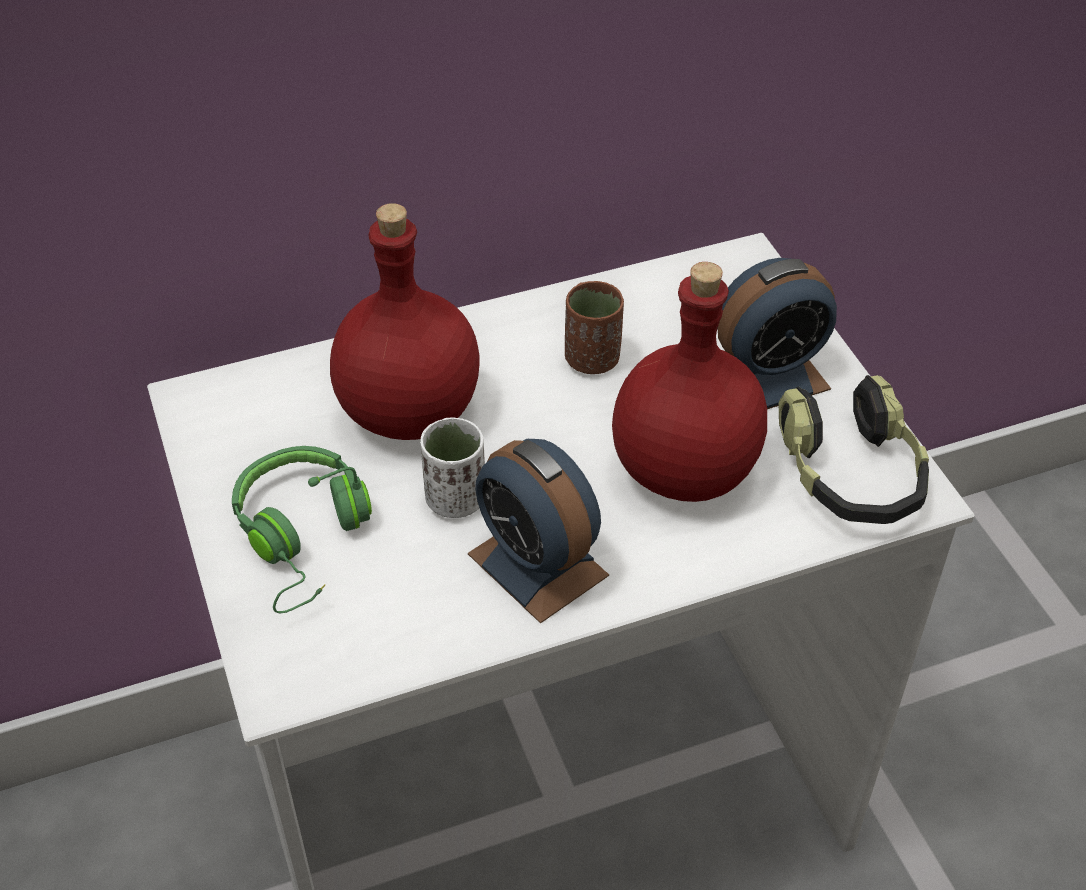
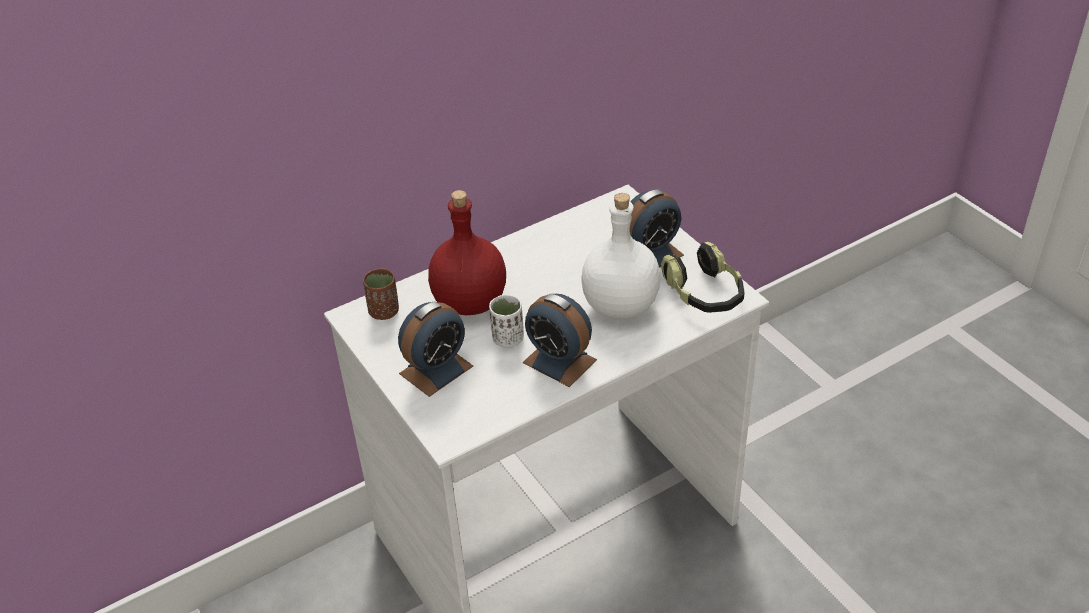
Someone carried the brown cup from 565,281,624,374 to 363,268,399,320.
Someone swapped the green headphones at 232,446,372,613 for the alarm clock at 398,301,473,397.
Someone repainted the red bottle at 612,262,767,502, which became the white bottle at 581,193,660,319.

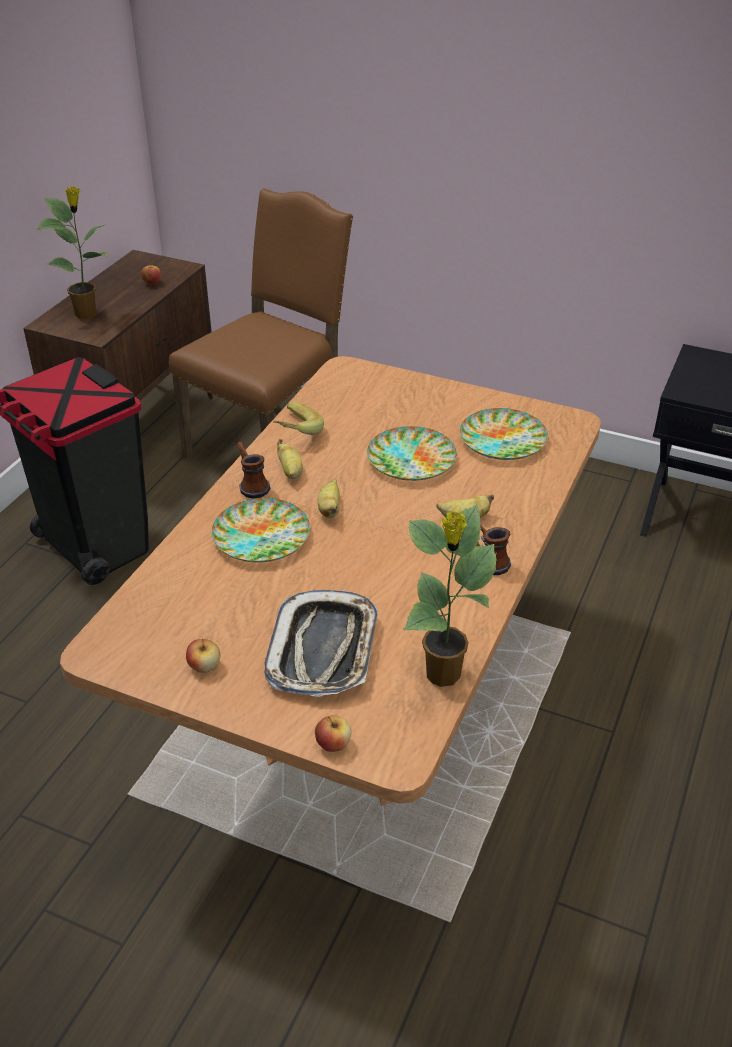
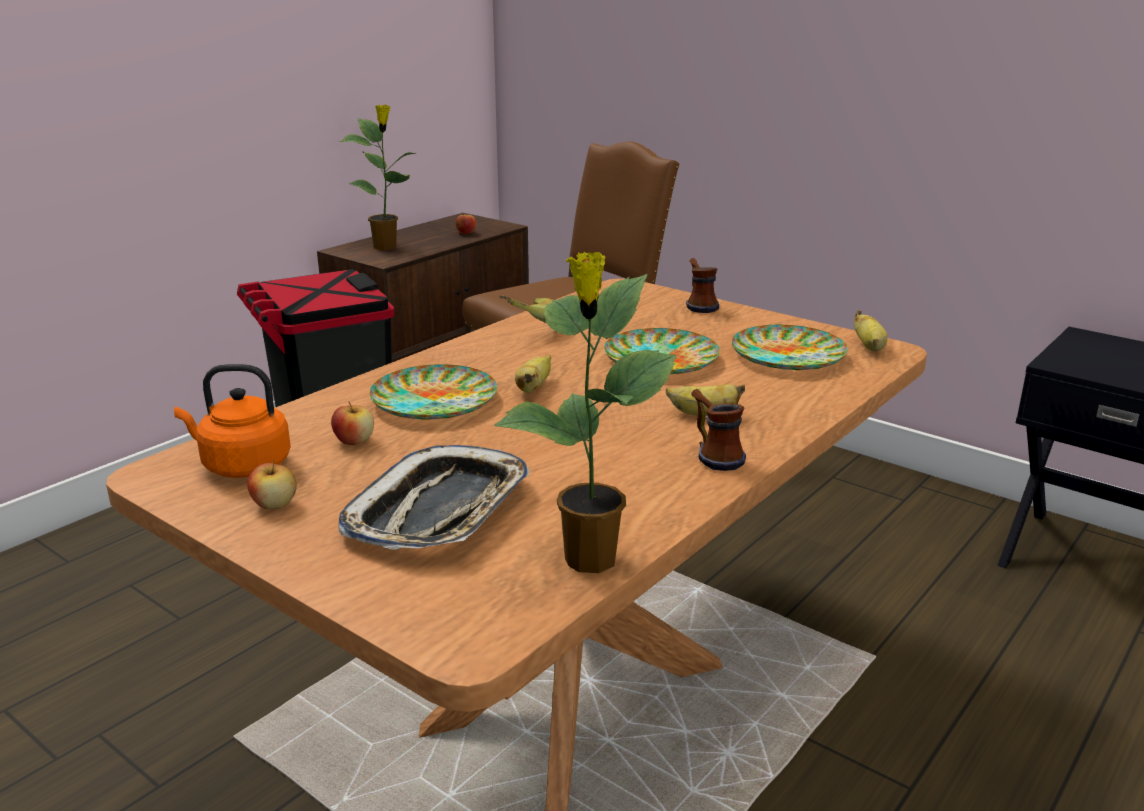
Someone put down the orange kettle at 174,364,291,478.
Someone carried the mug from 237,441,270,498 to 686,258,719,313.
Someone carried the banana from 277,439,303,479 to 854,310,888,352.
Someone carried the apple from 315,715,351,752 to 331,402,374,445.

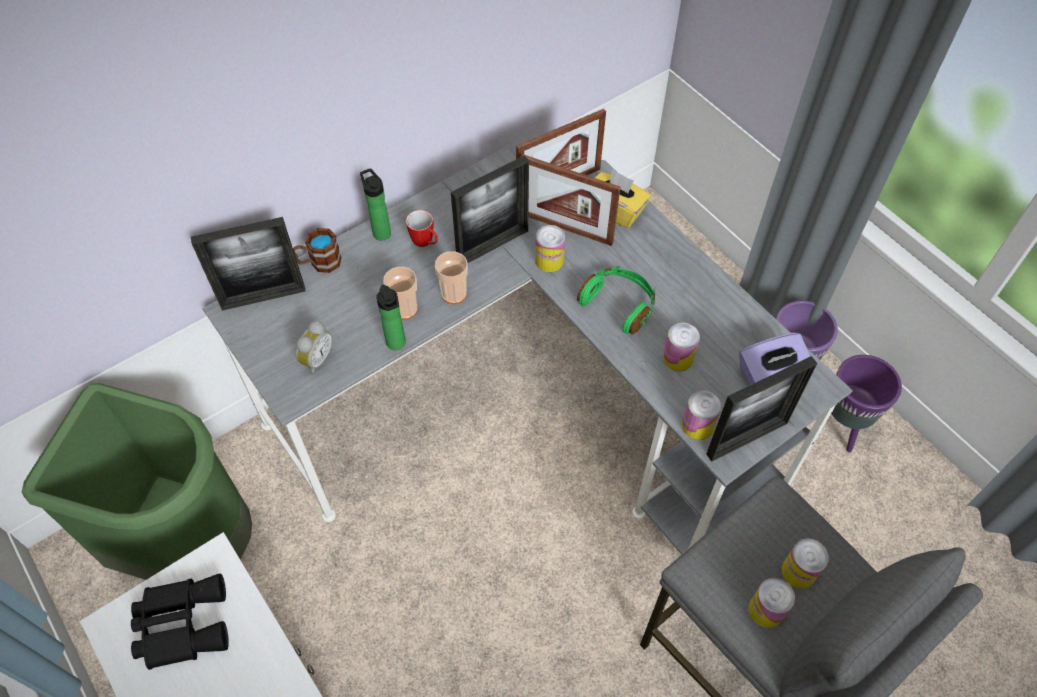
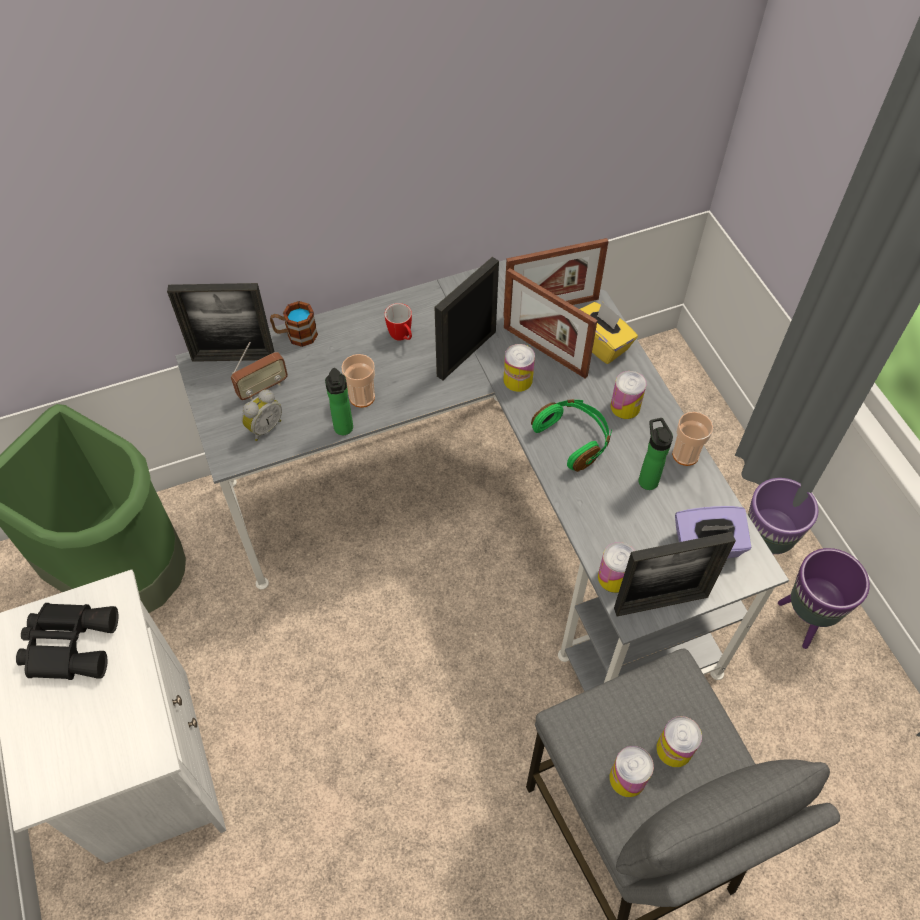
Someone put down the radio at 231,342,288,400.
Someone carried the bottle from 360,168,391,241 to 638,418,673,490.
Someone carried the cup from 435,251,468,304 to 672,412,713,466.
Someone carried the can from 663,323,700,371 to 611,371,646,419.
Someone rotated the picture frame at 451,156,529,263 by 150 degrees clockwise.

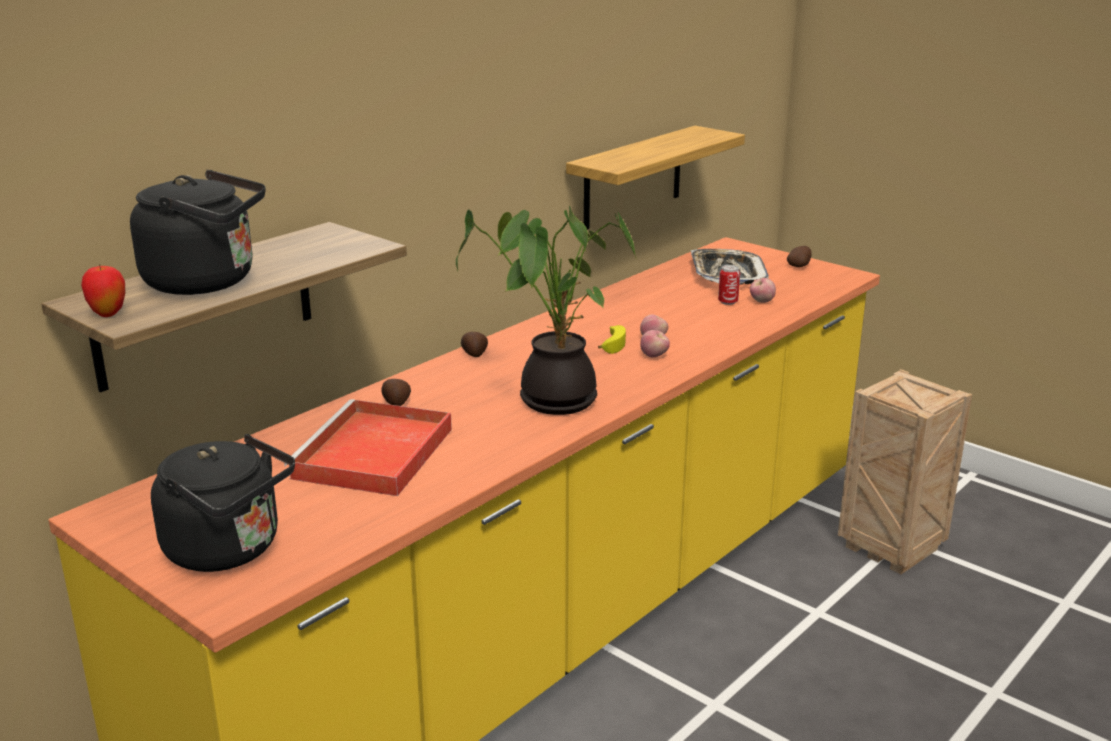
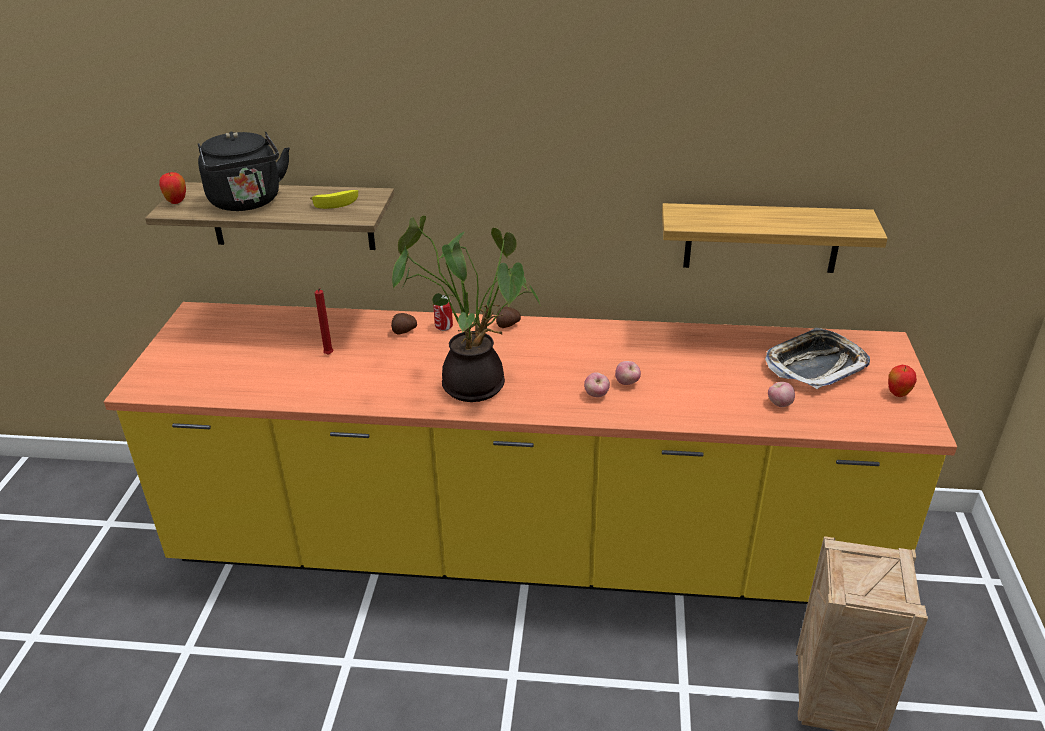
Someone took away the black kettle at 151,434,295,572.
Someone carried the banana from 598,325,626,354 to 310,190,358,209.
Someone carried the can from 718,265,740,305 to 433,295,453,331.
Someone swapped the red tray at 284,399,452,496 for the red candle at 315,288,333,355.
Someone swapped the potato at 787,246,812,267 for the apple at 888,365,917,397.

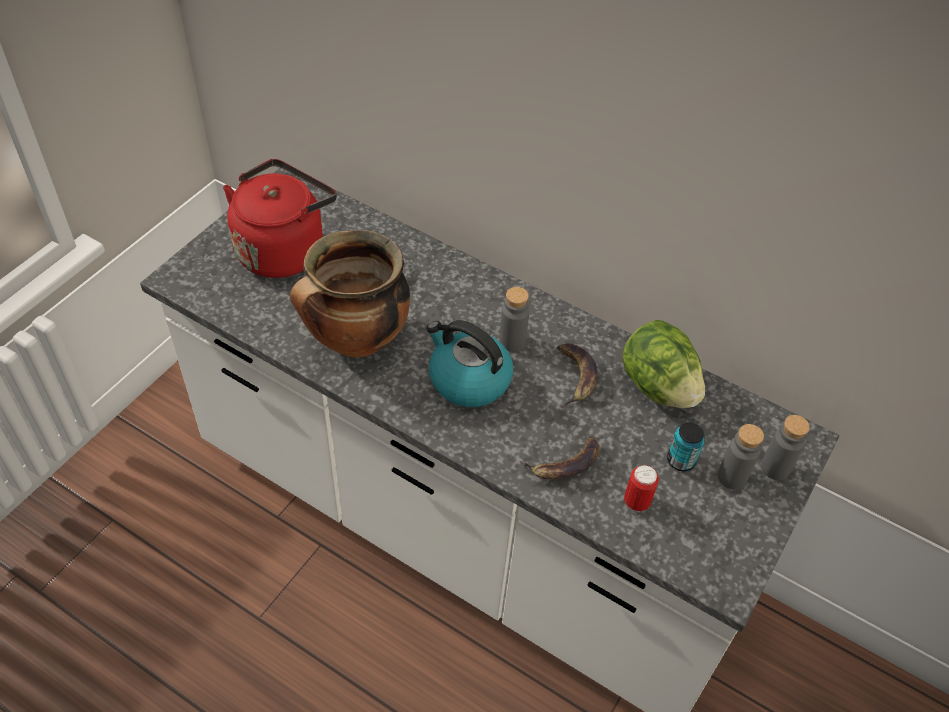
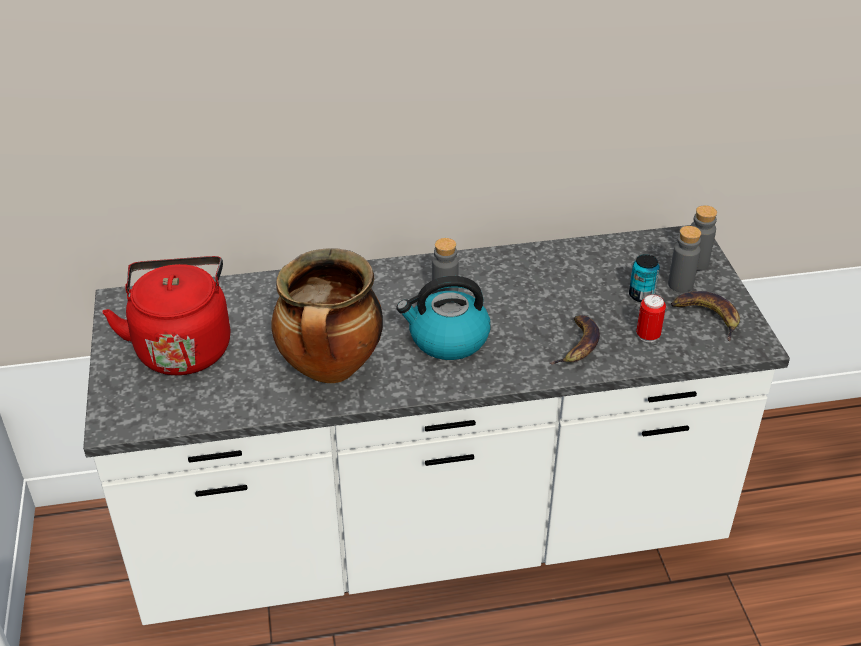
Someone took away the lettuce at 623,320,705,408.
Someone carried the banana from 557,343,598,408 to 671,291,740,341.

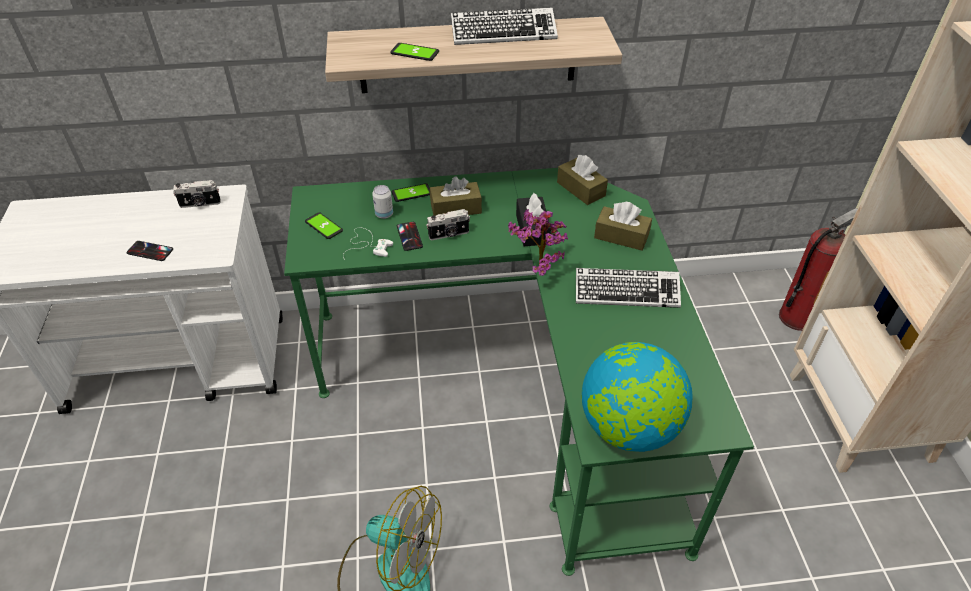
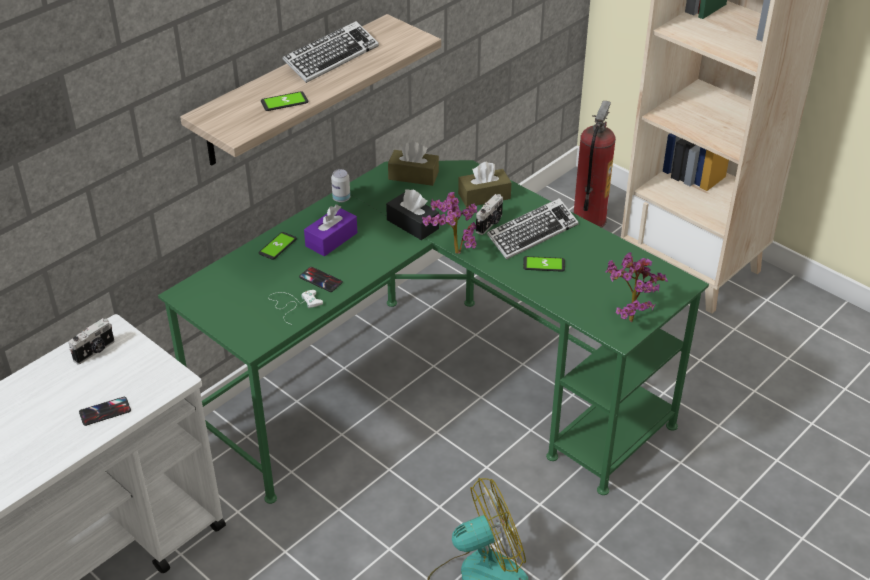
Someone carried the phone from 305,212,343,239 to 523,256,565,272.
Someone carried the can from 372,185,393,219 to 331,169,350,203.
Someone carried the photo camera from 426,209,470,240 to 476,194,503,235.
Someone swapped the globe at 582,342,693,452 for the potted plant at 605,252,668,322.
Someone repainted the brown tissue box at 430,176,482,216, which became the purple tissue box at 304,205,357,256.

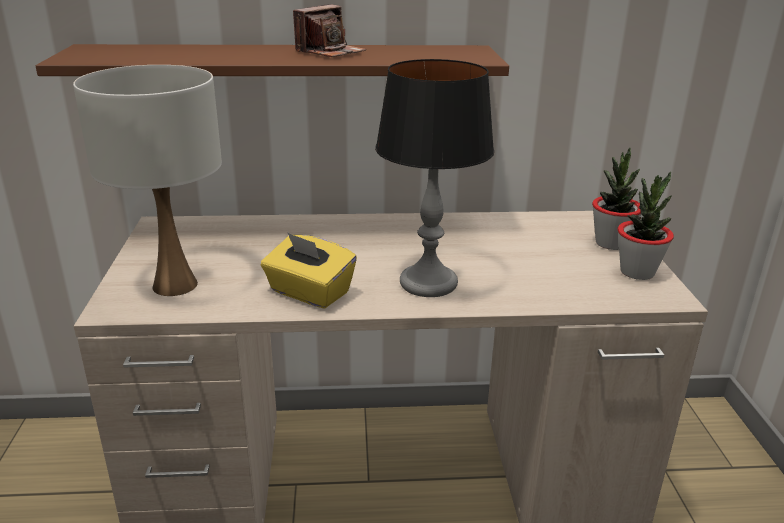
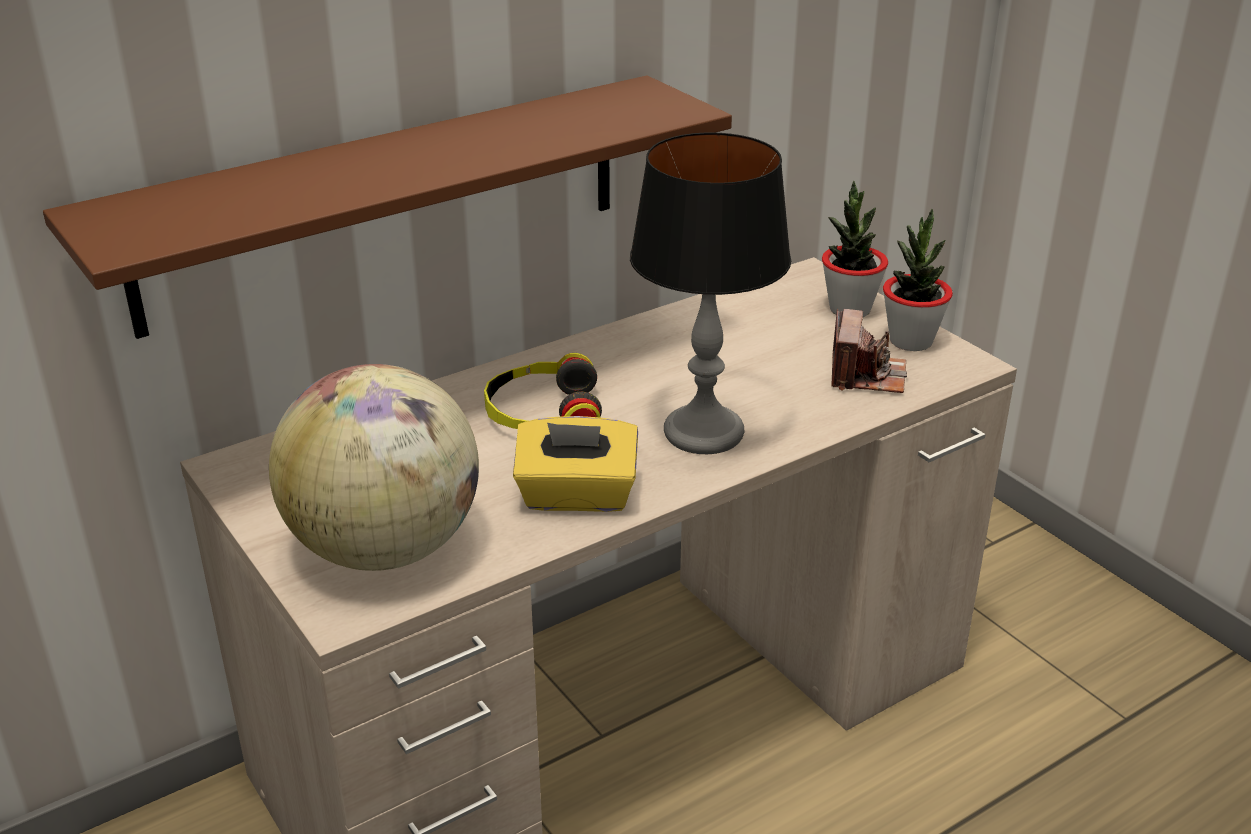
Someone put down the headphones at 484,353,602,429.
Someone carried the photo camera from 293,4,366,57 to 831,309,907,393.
Someone swapped the white table lamp at 73,65,222,296 for the globe at 269,364,479,571.

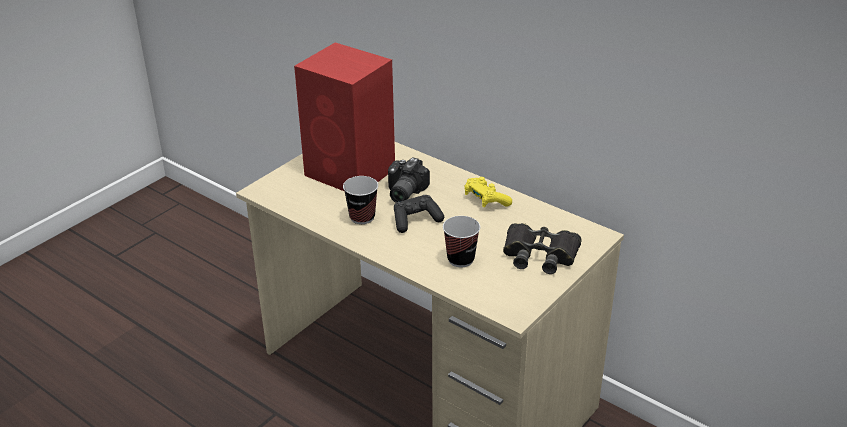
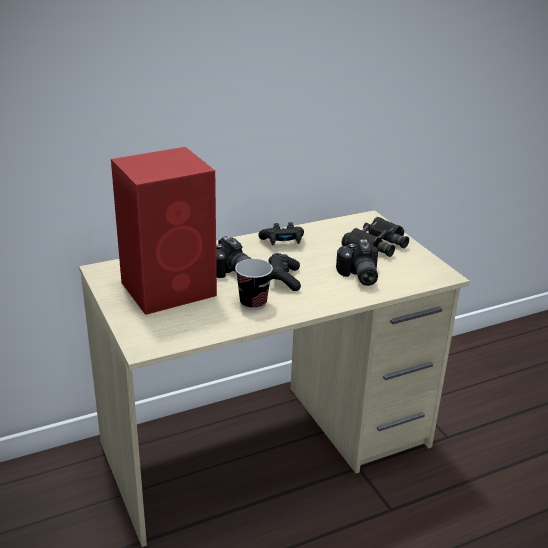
Someone swapped the cup at 443,216,480,267 for the photo camera at 336,239,378,286.
Someone repainted the yellow game controller at 464,177,512,207, which became the black game controller at 258,222,304,245.

